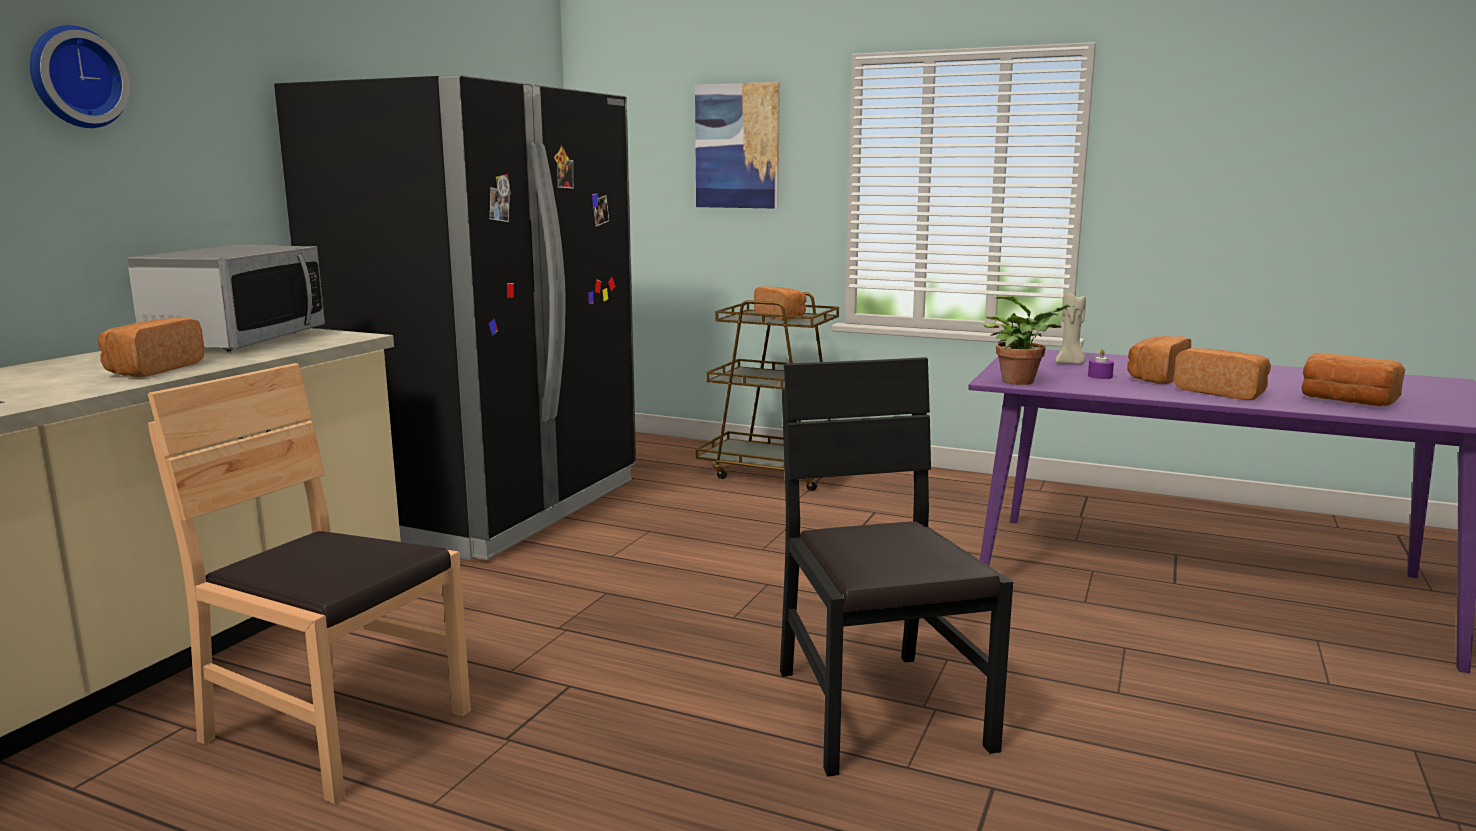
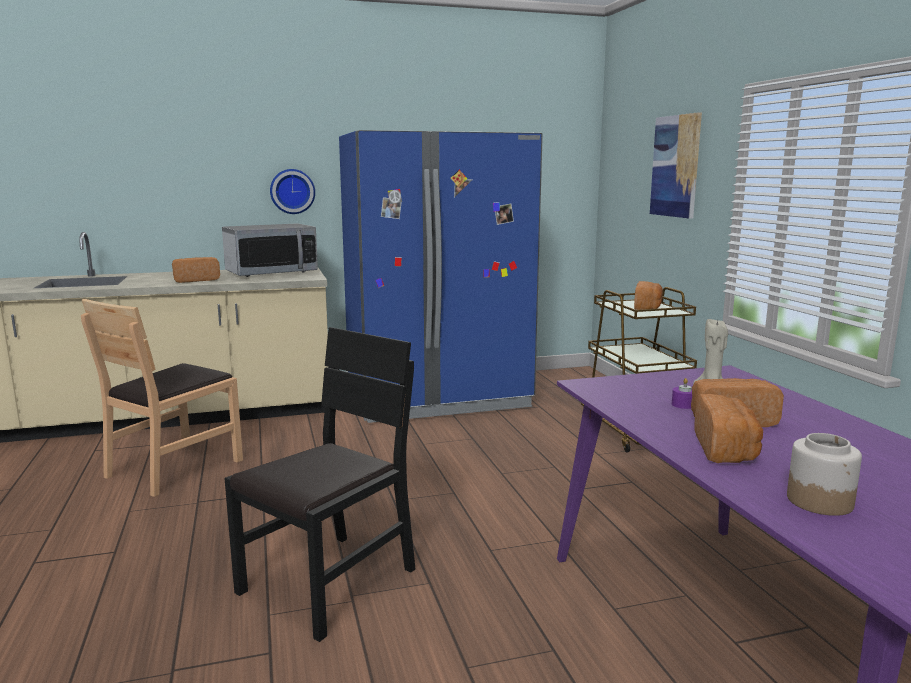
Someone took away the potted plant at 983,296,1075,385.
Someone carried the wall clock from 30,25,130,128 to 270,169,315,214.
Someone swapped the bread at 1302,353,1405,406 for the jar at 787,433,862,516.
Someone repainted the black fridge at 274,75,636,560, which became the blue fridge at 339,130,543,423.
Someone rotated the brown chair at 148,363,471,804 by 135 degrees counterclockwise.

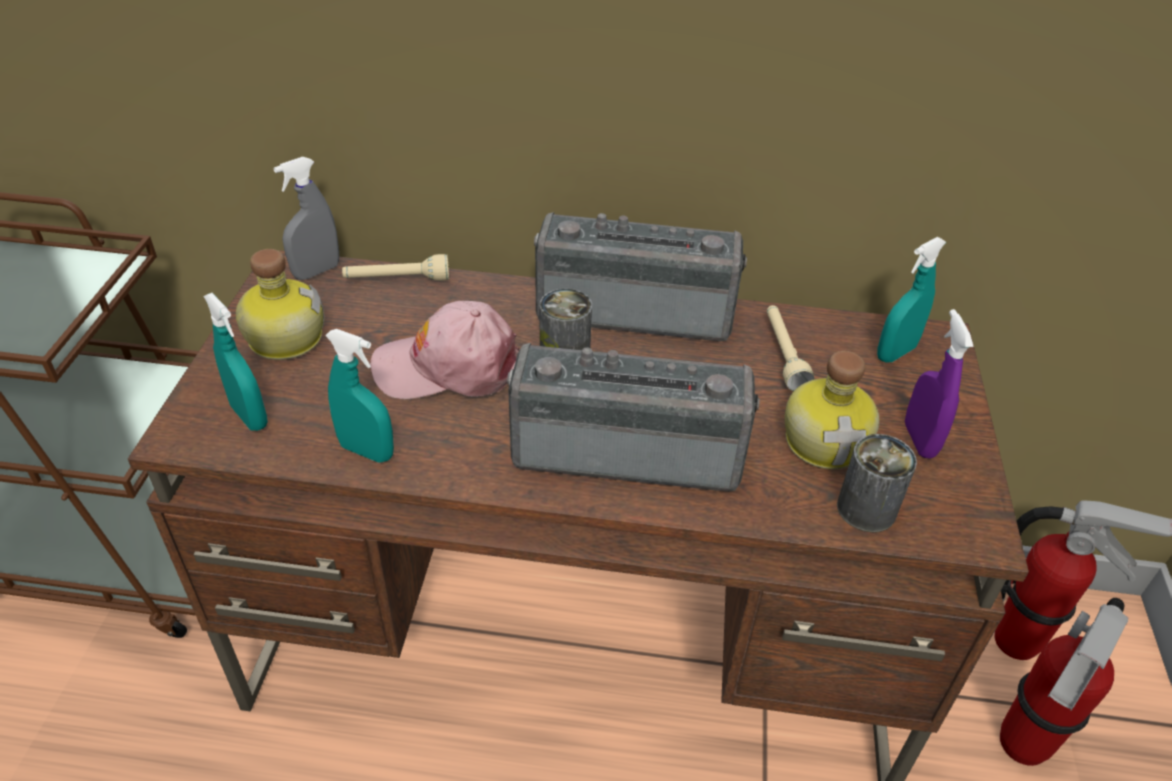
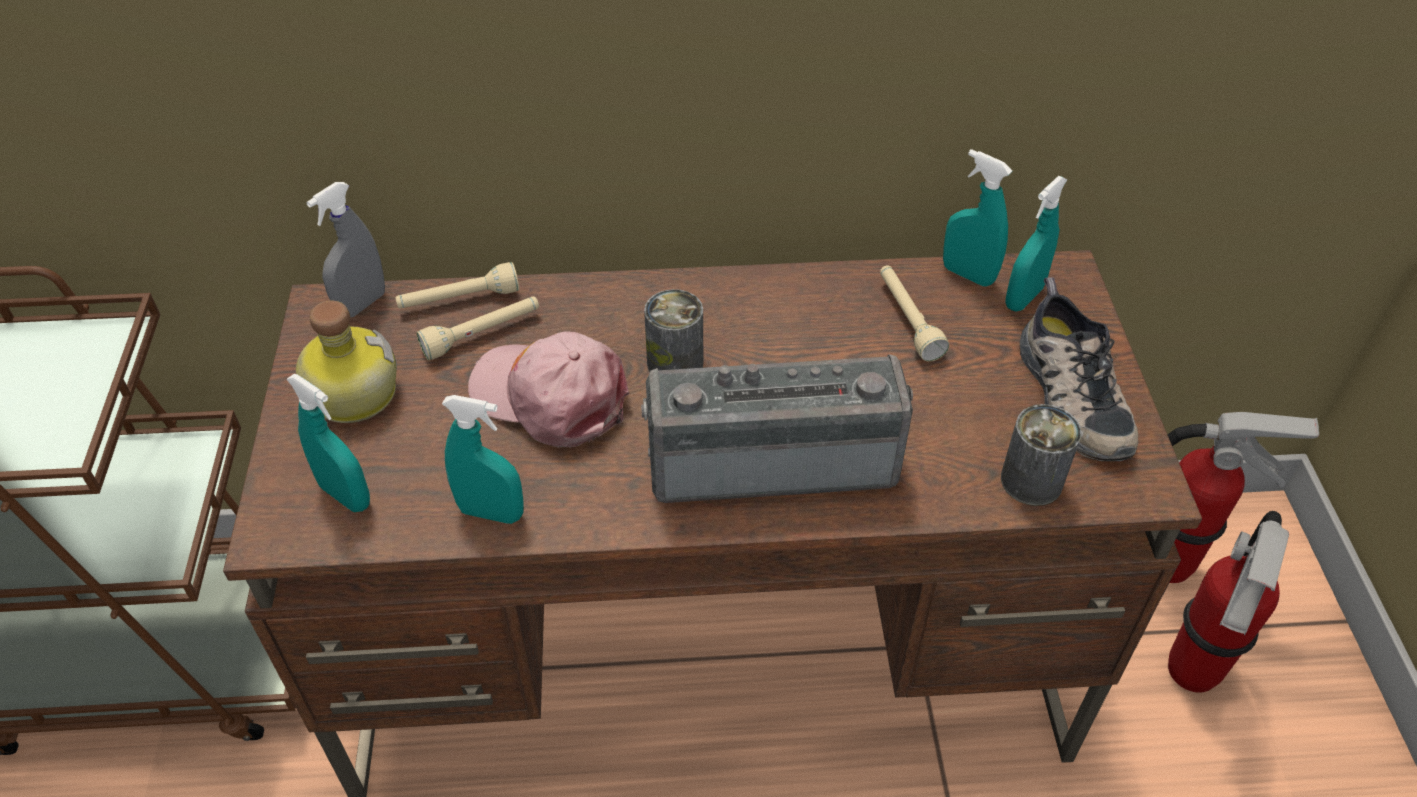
Someone took away the radio at 534,212,747,342.
Someone took away the bottle at 785,351,879,469.
Someone put down the beige flashlight at 416,297,539,360.
Someone put down the turquoise spray bottle at 943,149,1012,286.
Someone swapped the purple spray bottle at 905,309,973,459 for the shoe at 1020,277,1138,461.
Someone rotated the pink cap at 370,301,520,399 by 45 degrees clockwise.

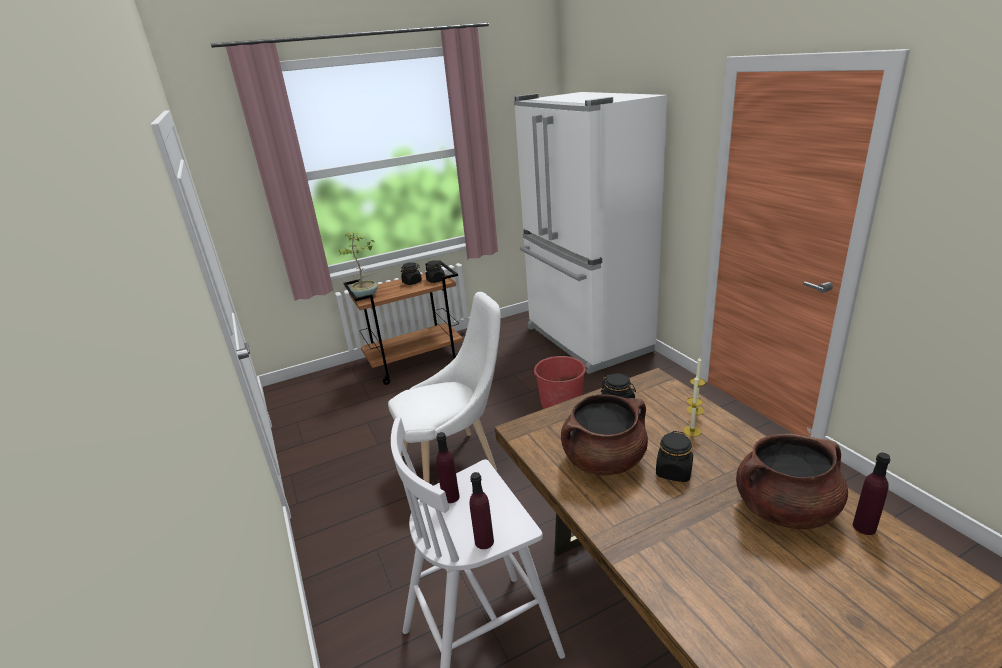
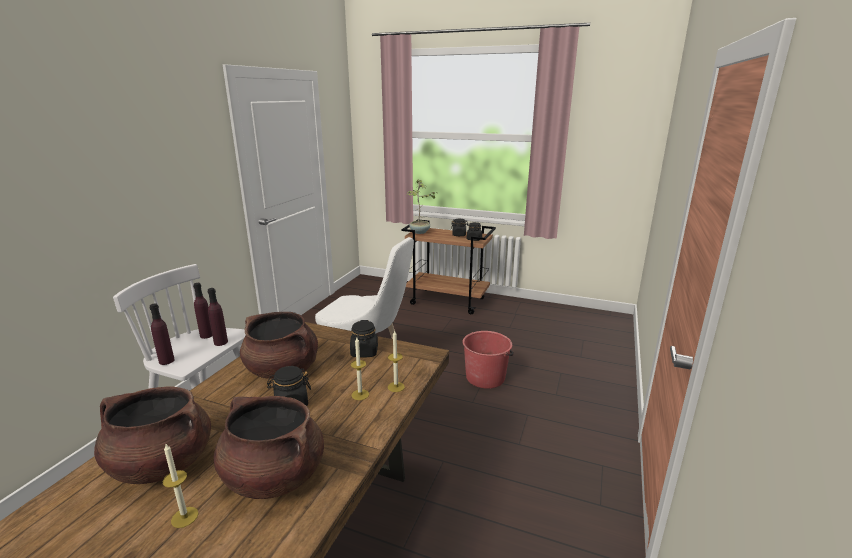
Someone took away the white fridge at 514,92,667,374.
Someone put down the brown cooking pot at 94,387,211,484.
Someone put down the candle at 163,444,199,528.
Someone carried the purple bottle from 853,453,890,535 to 208,288,228,346.

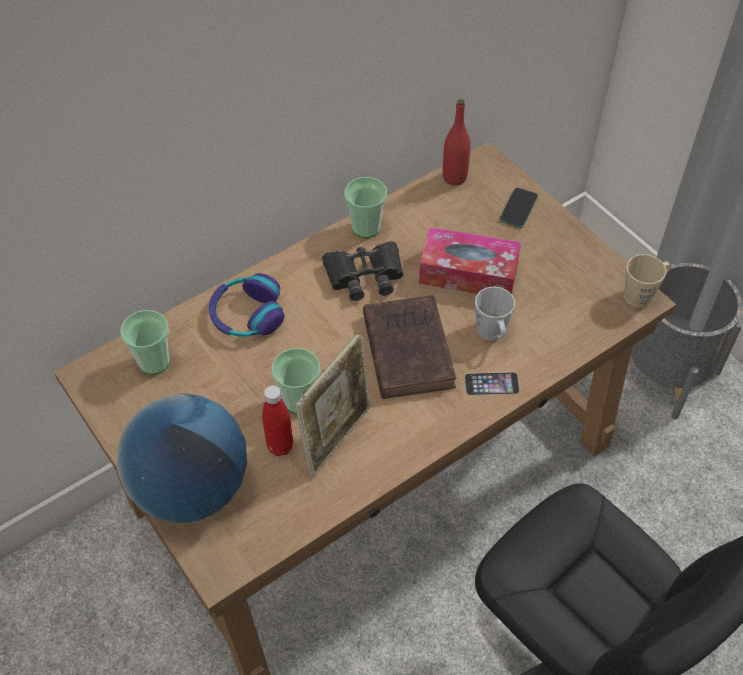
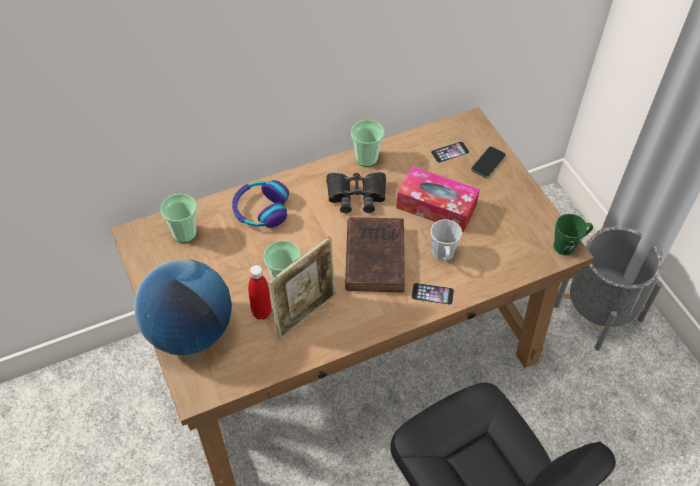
Someone took away the red bottle at 443,99,471,186.
Someone put down the phone at 431,141,470,163.
Someone repainted the beige mug at 624,254,671,308, which became the green mug at 554,214,593,256.

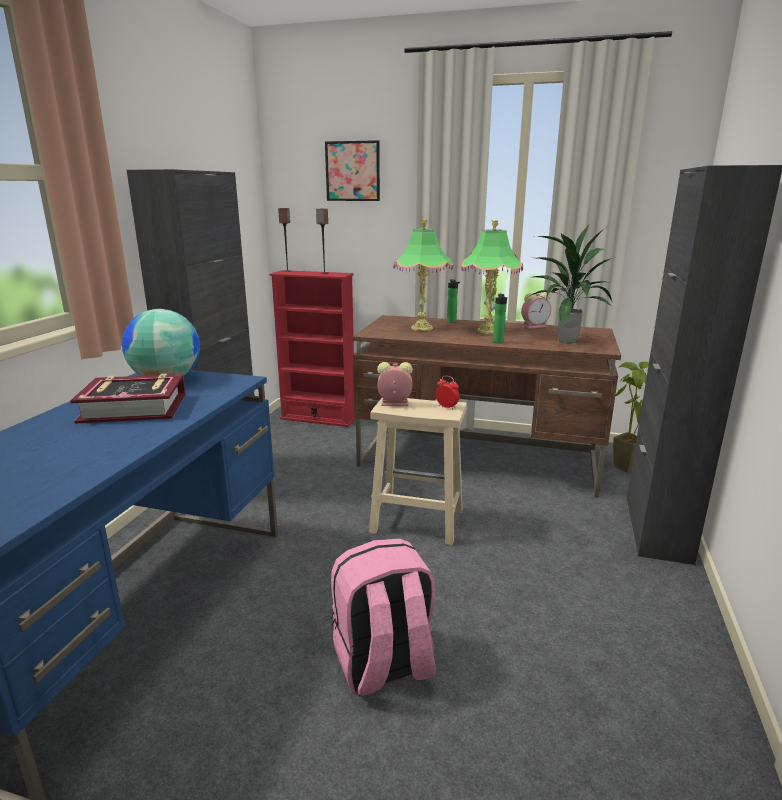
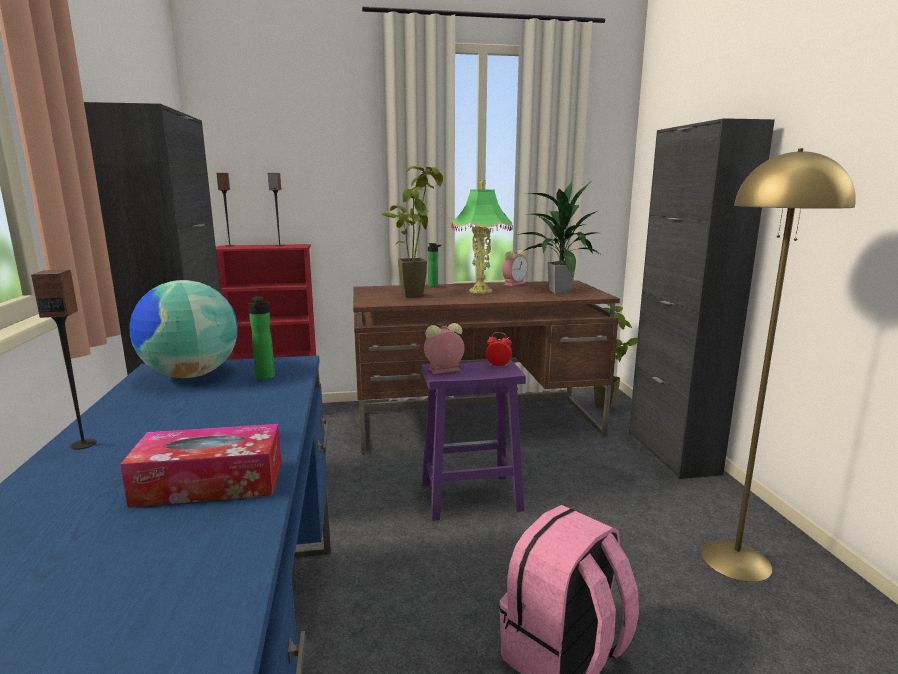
Someone took away the book at 70,373,186,424.
Someone took away the picture at 325,140,380,201.
Someone put down the speaker at 31,270,97,450.
Someone put down the tissue box at 120,424,282,508.
Someone put down the yellow floor lamp at 701,148,856,582.
Someone carried the bottle from 493,294,507,343 to 248,296,275,380.
Someone swapped the table lamp at 393,220,453,331 for the potted plant at 382,166,443,298.
Someone repainted the beige stool at 369,398,467,545, which became the purple stool at 422,360,526,521.

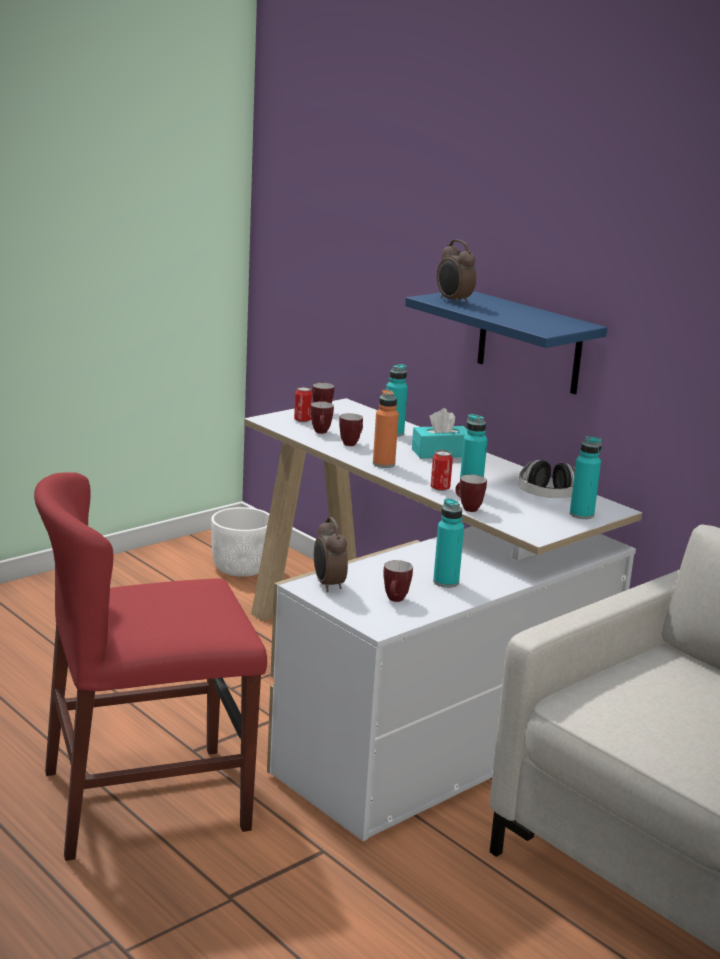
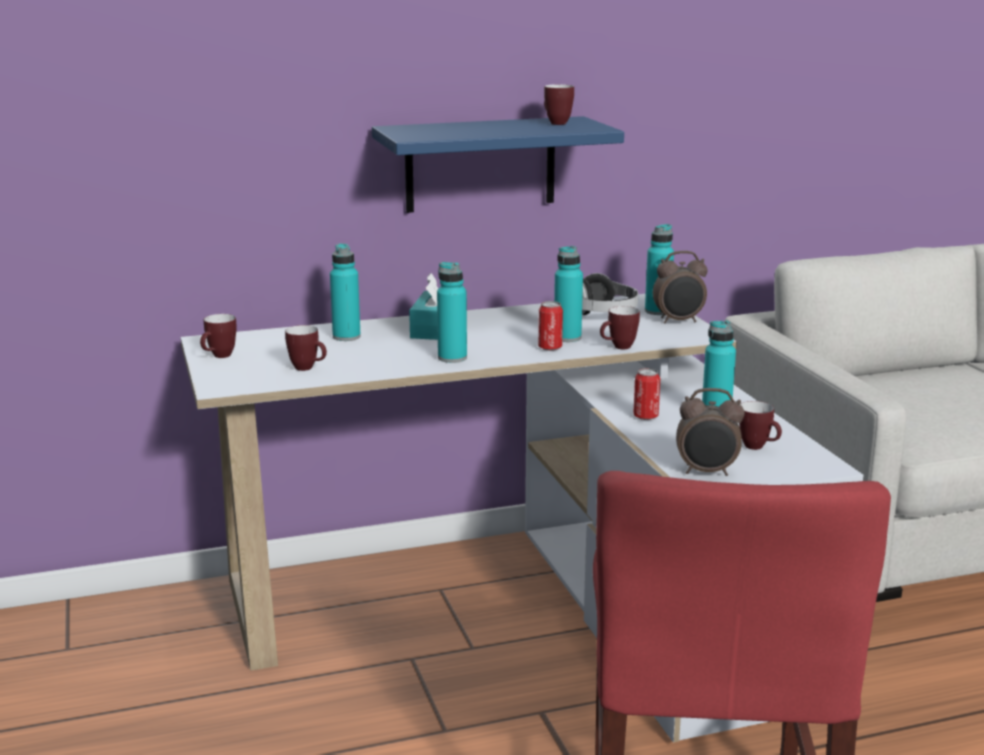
Someone took away the white planter at 211,507,269,577.
Someone carried the can from 294,387,313,422 to 634,368,660,420.
Someone carried the mug from 339,413,363,446 to 544,84,574,125.
Someone carried the alarm clock from 437,240,476,305 to 653,251,708,324.
Someone repainted the orange bottle at 373,389,399,468, which became the turquoise bottle at 437,262,467,363.

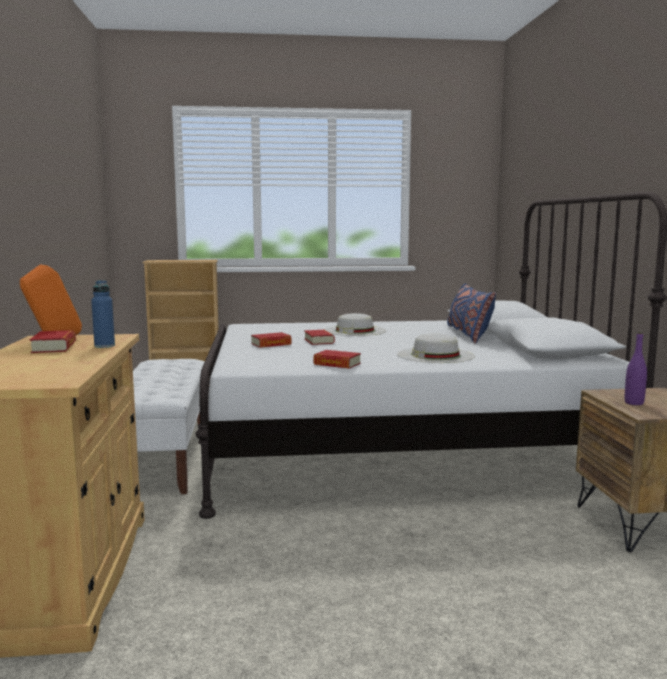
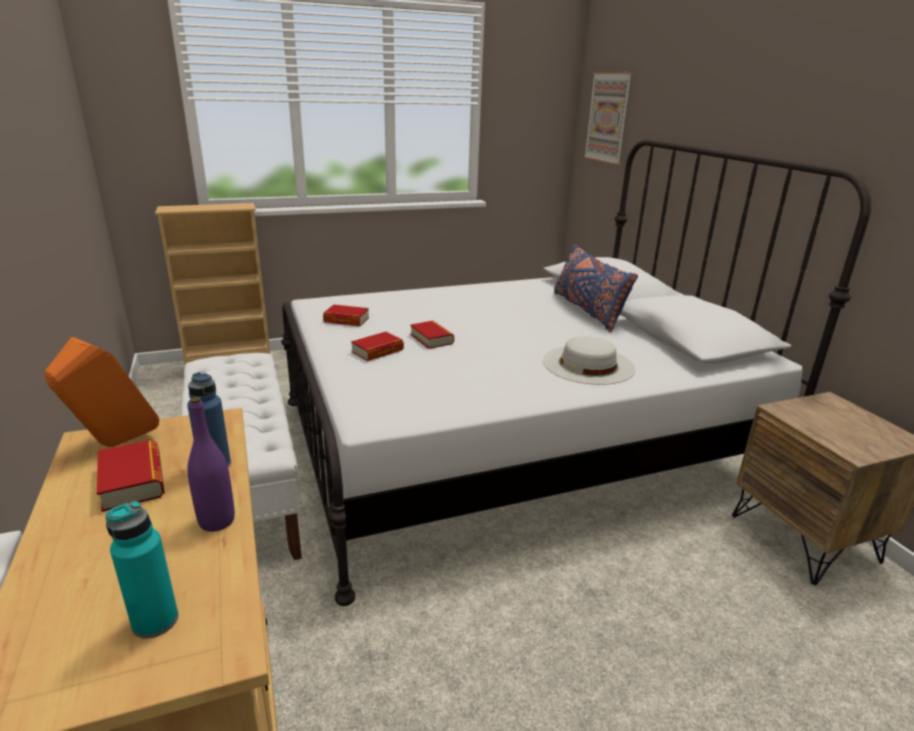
Someone took away the white hat at 324,313,386,336.
Someone put down the turquoise bottle at 105,501,178,639.
Someone put up the picture at 583,72,633,165.
Someone carried the book from 313,350,361,369 to 323,305,369,326.
Someone carried the purple bottle from 625,332,647,405 to 187,397,235,532.

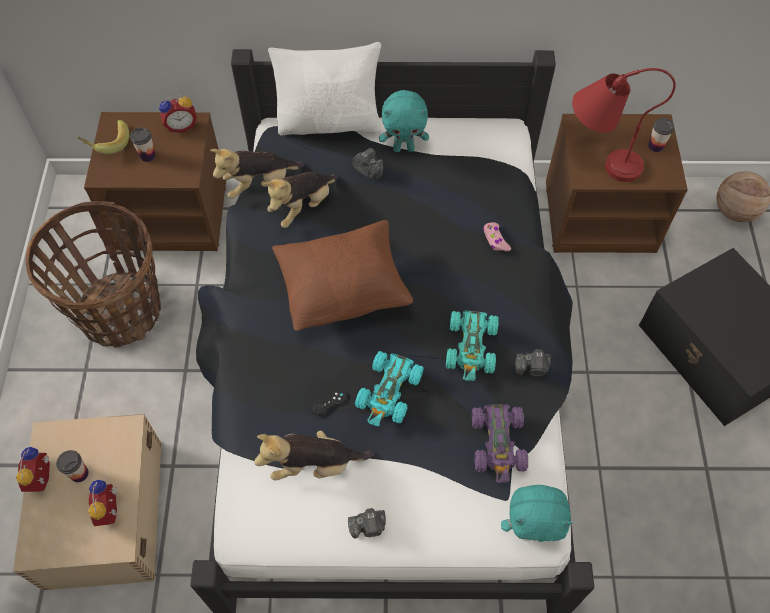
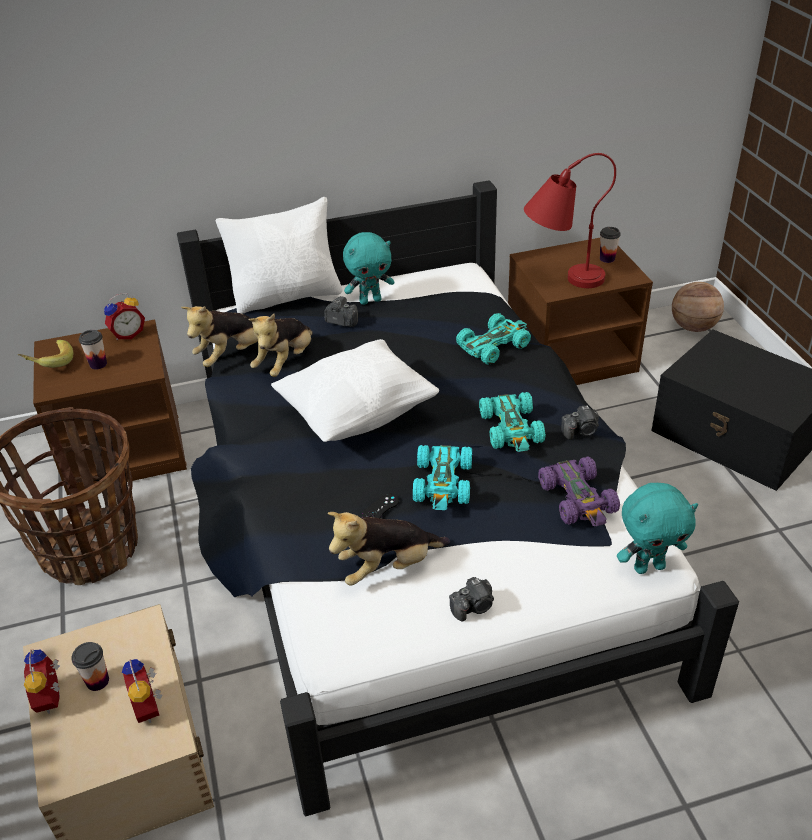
Someone swapped the pink game controller at 483,222,511,251 for the turquoise toy car at 456,313,531,365.
Someone repainted the brown pillow at 272,220,413,331, which became the white pillow at 271,339,439,442.

